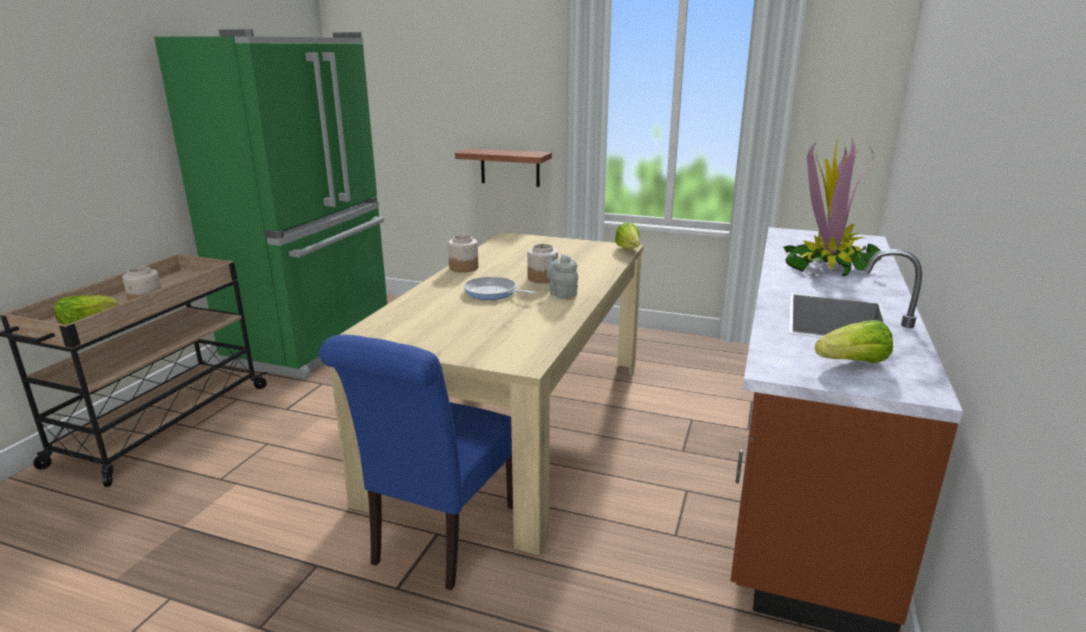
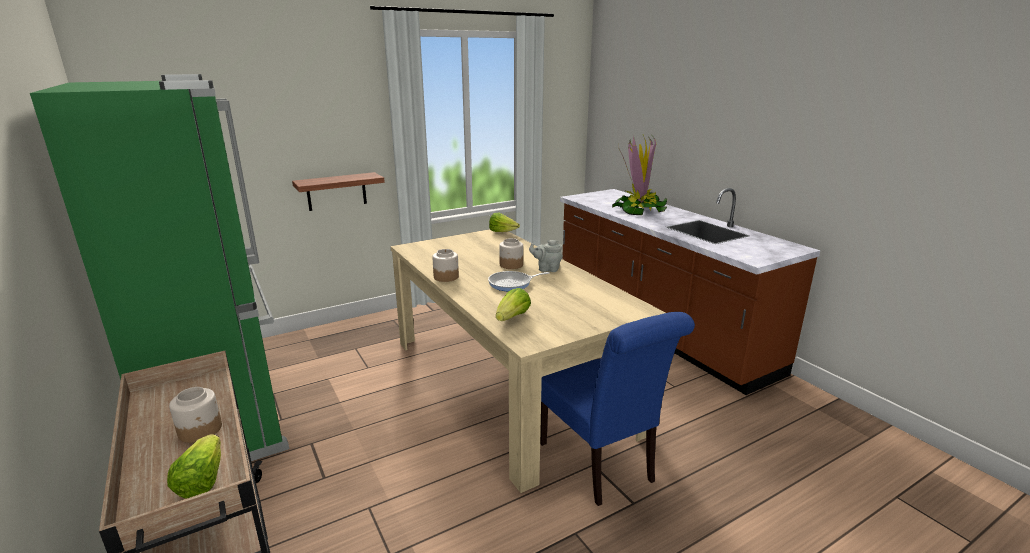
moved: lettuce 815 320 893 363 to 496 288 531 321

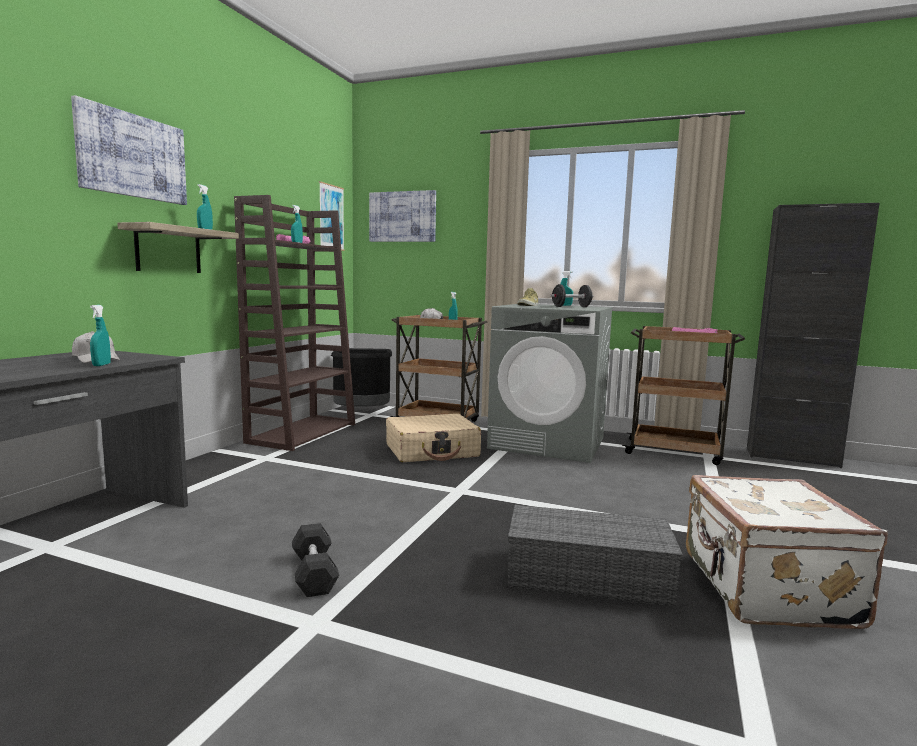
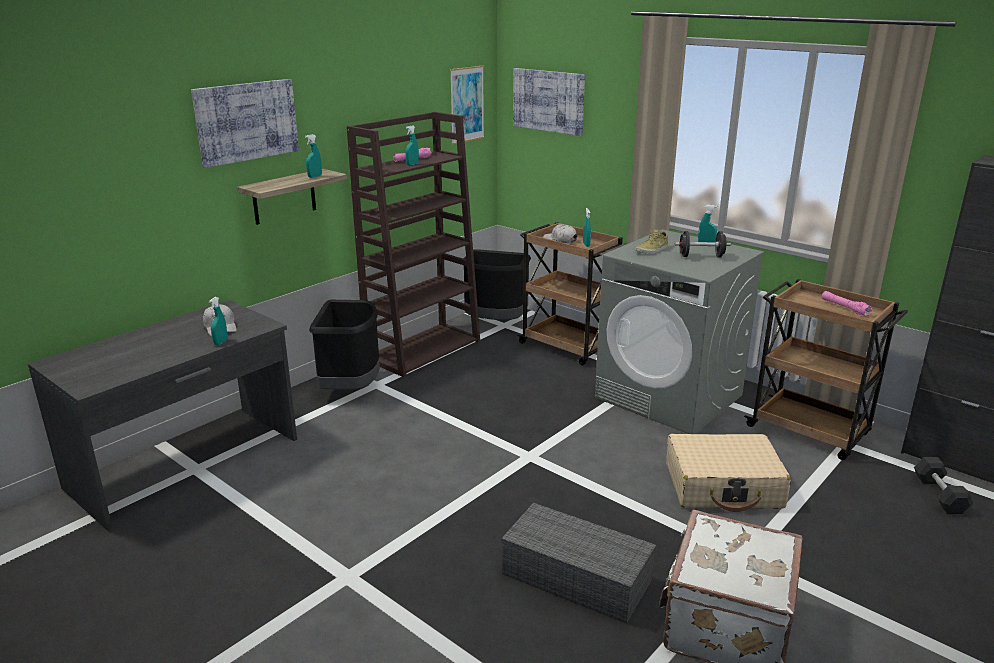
added: trash can (black) 309 300 380 390
moved: dumbbell (grey) 292 523 339 597 to 914 457 973 514; suitcase (beige) 386 414 481 462 to 666 434 791 512

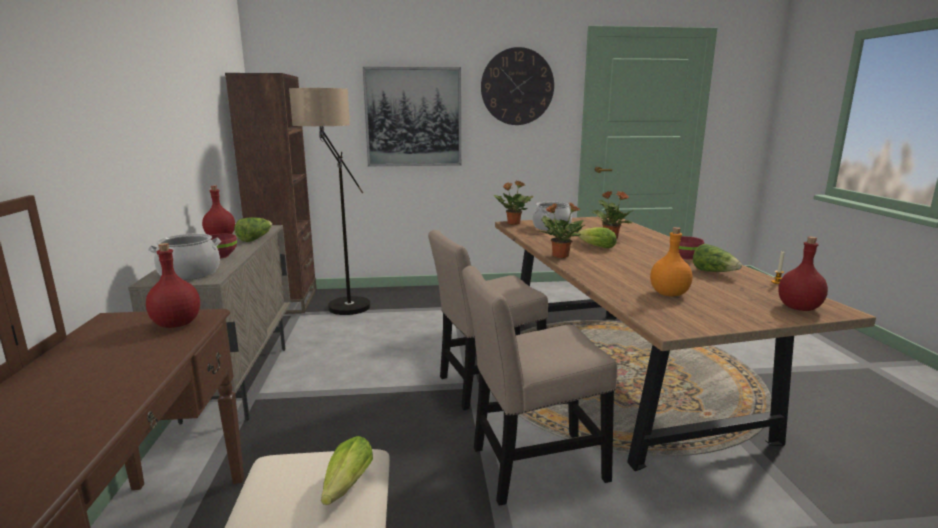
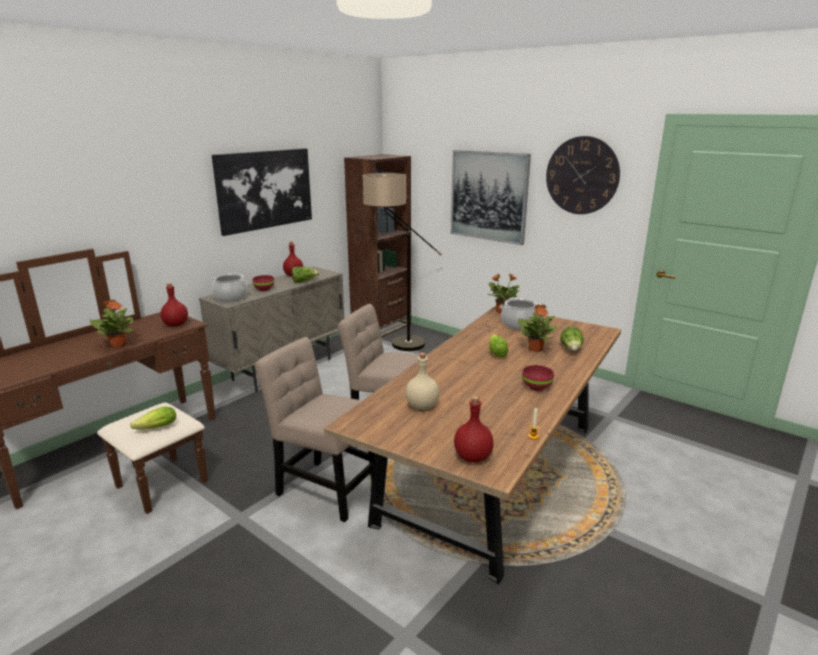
added: picture 212 148 312 236
moved: potted plant 540 202 585 258 to 90 299 133 348; lettuce 693 244 742 272 to 560 326 584 351
recoloured: bottle (orange) 650 227 692 296 to bottle (beige) 405 353 439 410

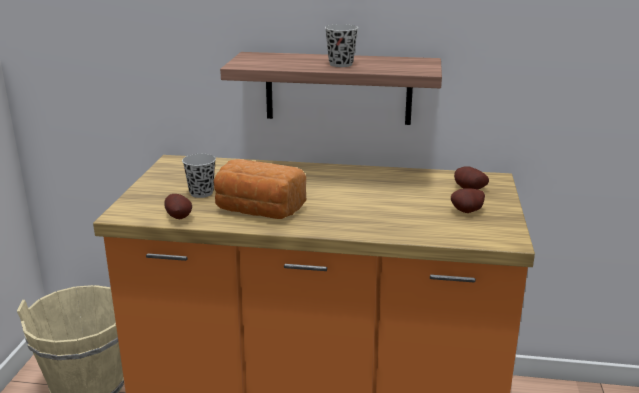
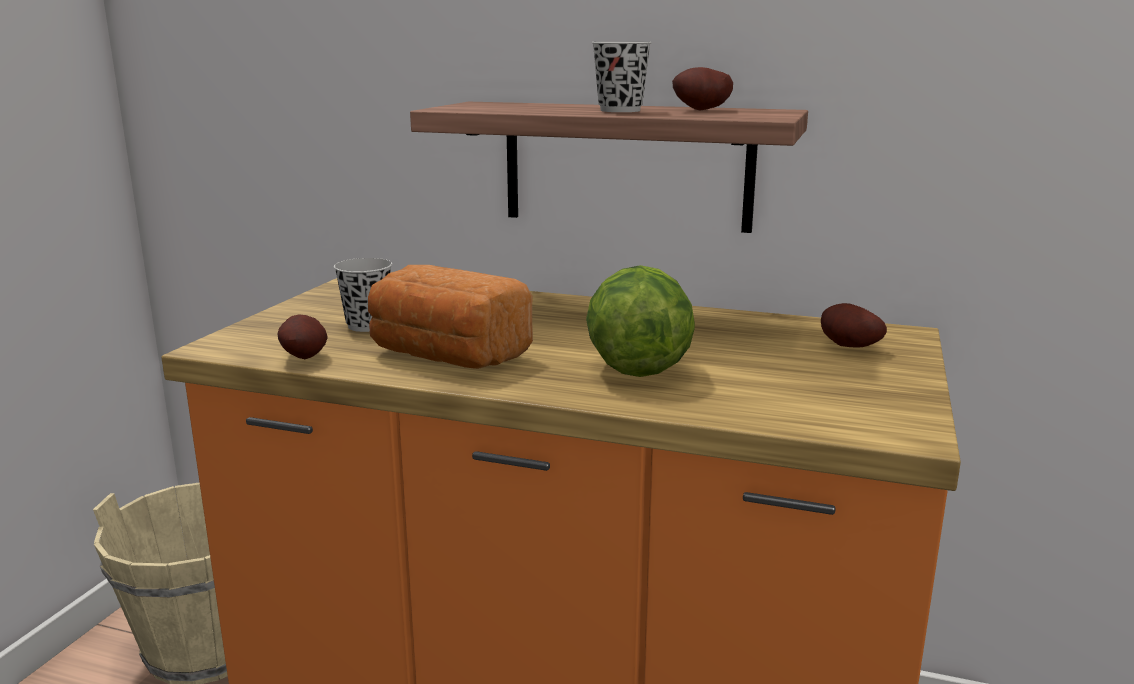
added: lettuce 586 265 695 377
moved: potato 451 188 485 213 to 672 67 733 110

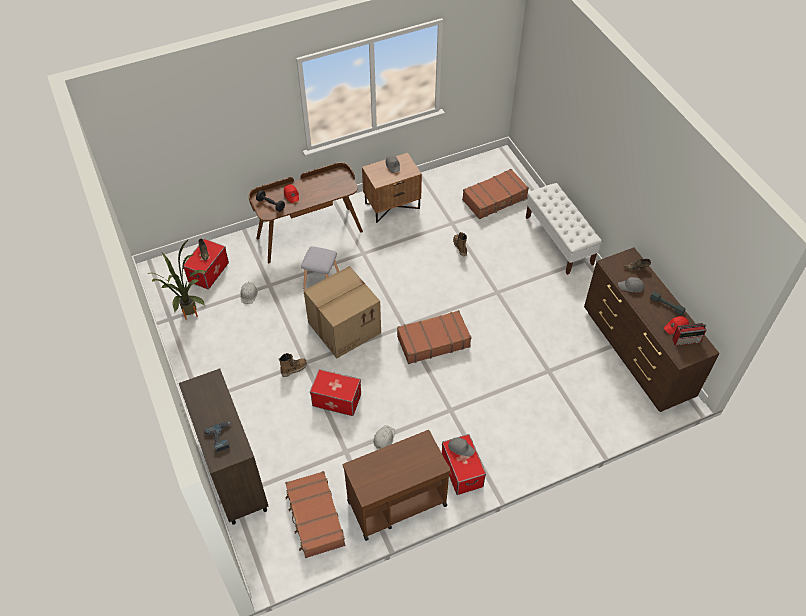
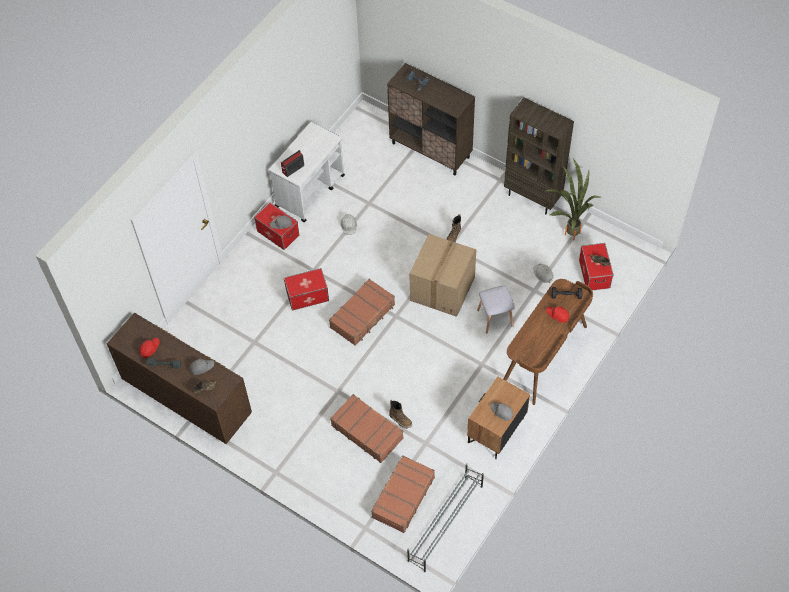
removed: bench (white) 526 183 602 275
added: shoe rack (grey) 407 463 484 572; bookcase (brown) 504 98 574 214
moved: suitcase (brown) 285 471 345 558 to 330 394 404 463; storage box 310 369 361 416 to 284 268 329 310; radio 672 323 706 346 to 281 150 304 177
recoloured: cart (brown) 343 430 450 541 to cart (white) 269 122 345 222

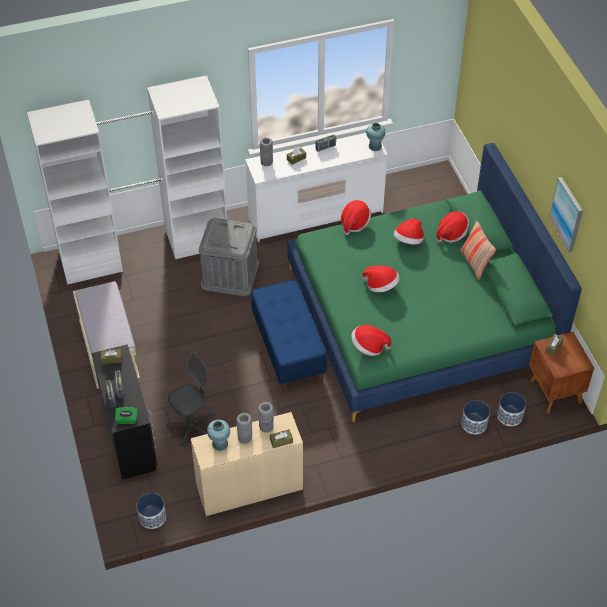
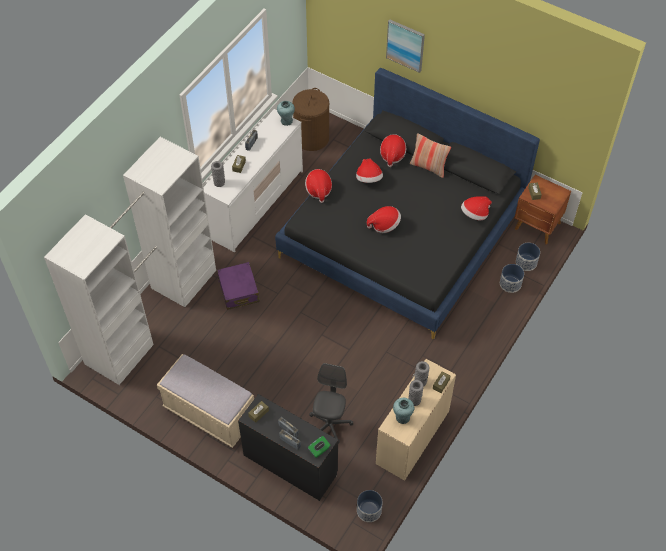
removed: bench (blue) 251 280 327 391
added: laundry basket (brown) 292 88 329 151
moved: hat 351 325 391 356 to 461 196 492 220; picture 549 177 583 252 to 386 20 425 73
replaced: storage box (grey) 199 218 259 296 to suitcase (purple) 217 262 260 310
recoloured: bed (green) 287 143 582 422 to bed (black) 275 68 540 339

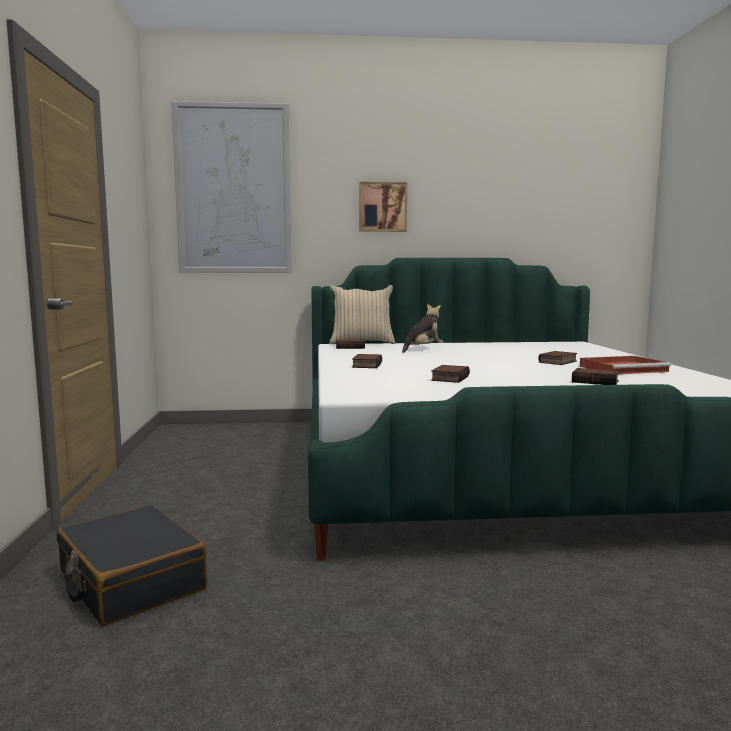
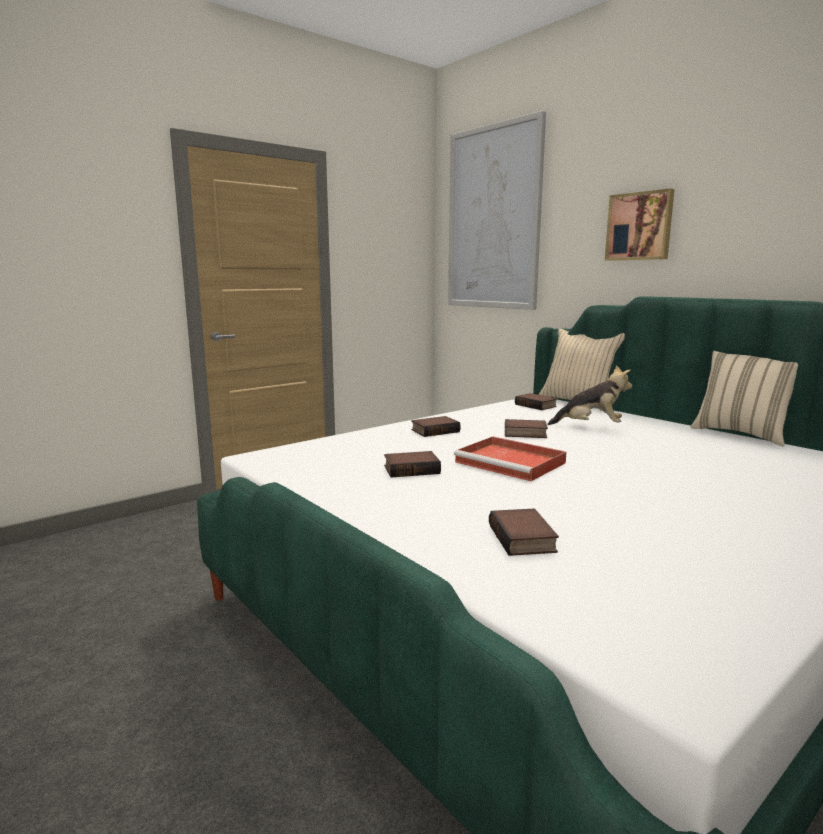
removed: suitcase (black) 57 505 207 626
added: pillow (beige) 691 351 798 446
moved: book 538 351 577 365 to 505 419 548 438; tray (red) 580 356 671 374 to 454 436 566 481

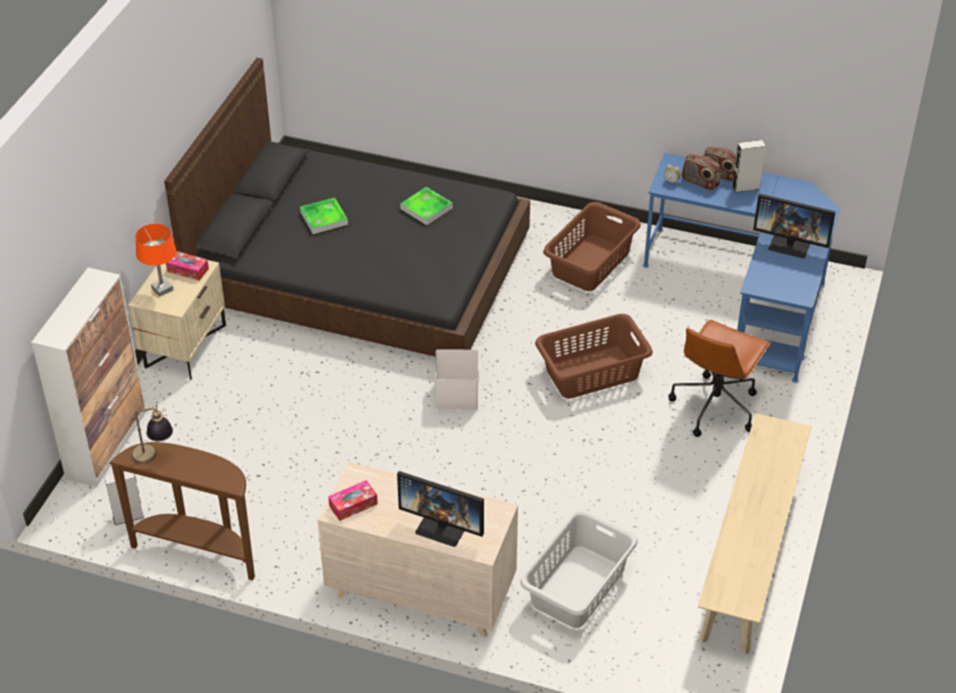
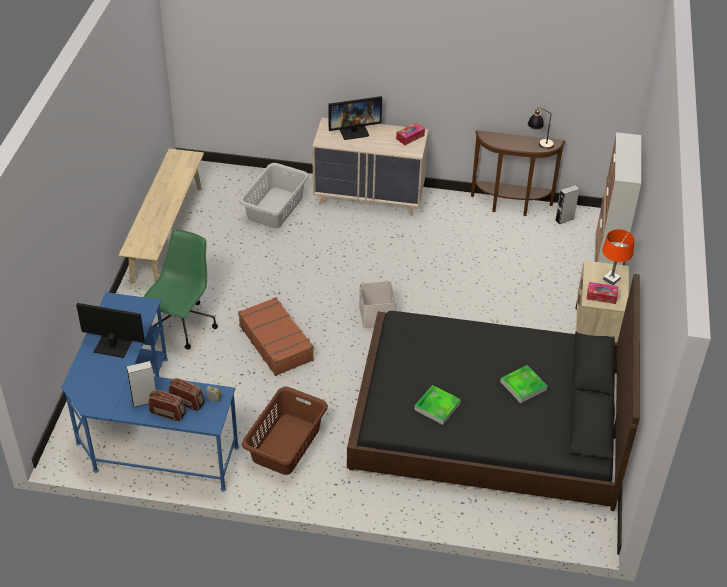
replaced: laundry basket (brown) 535 314 653 399 to suitcase (brown) 238 297 314 376
recoloured: office chair (brown) 668 320 771 437 to office chair (green) 143 229 218 350
turned: monitor 397 471 484 547 = 329 96 382 140 150 degrees clockwise

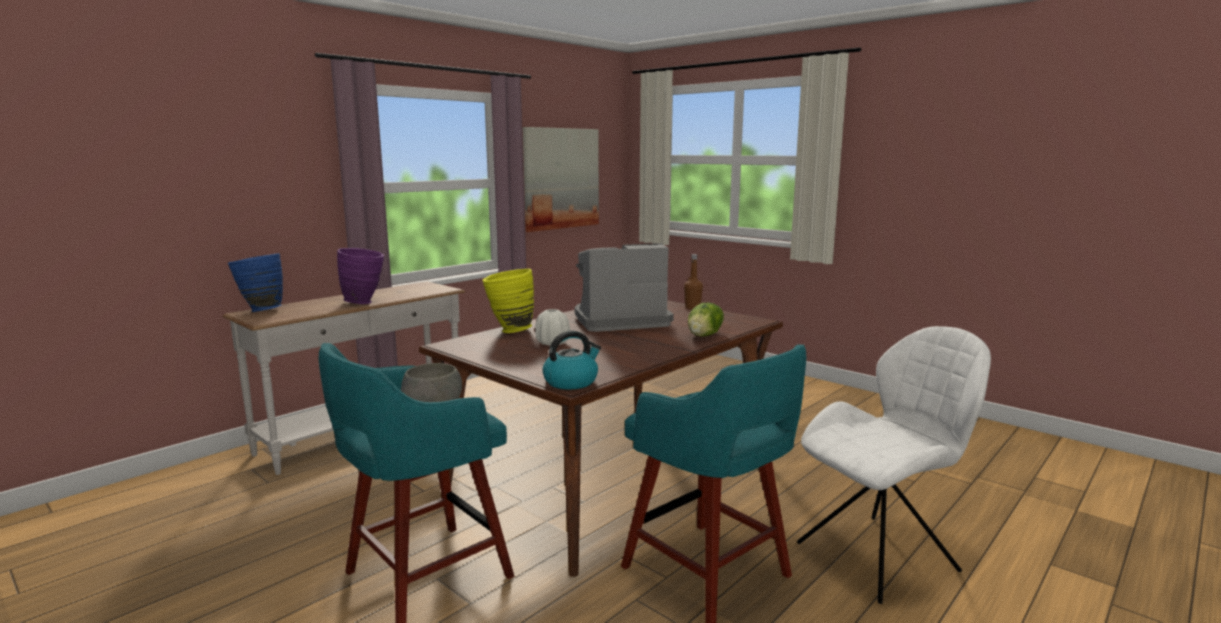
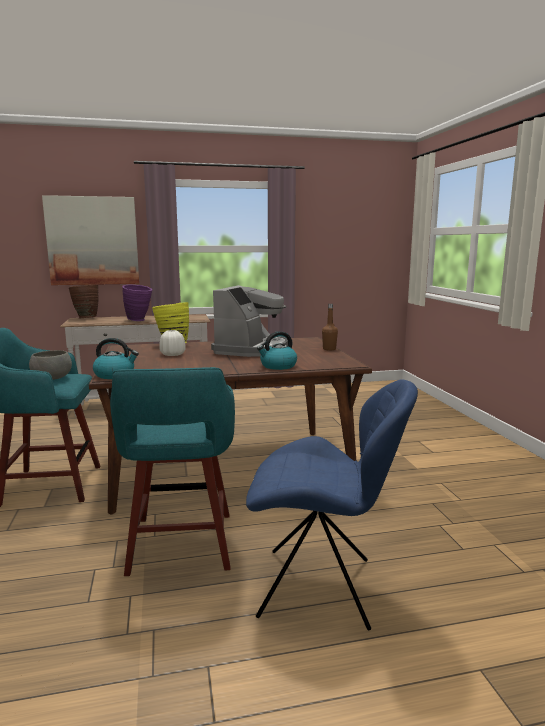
moved: picture 523 127 599 232 to 42 195 139 285
replaced: lettuce 688 303 724 337 to kettle 257 331 297 370
recoloured: vase (blue) 227 253 283 312 to vase (brown) 69 285 99 318; chair (white) 797 326 991 604 to chair (blue) 246 379 418 631
turned: coffee machine 575 243 674 332 = 211 285 288 357 90 degrees clockwise

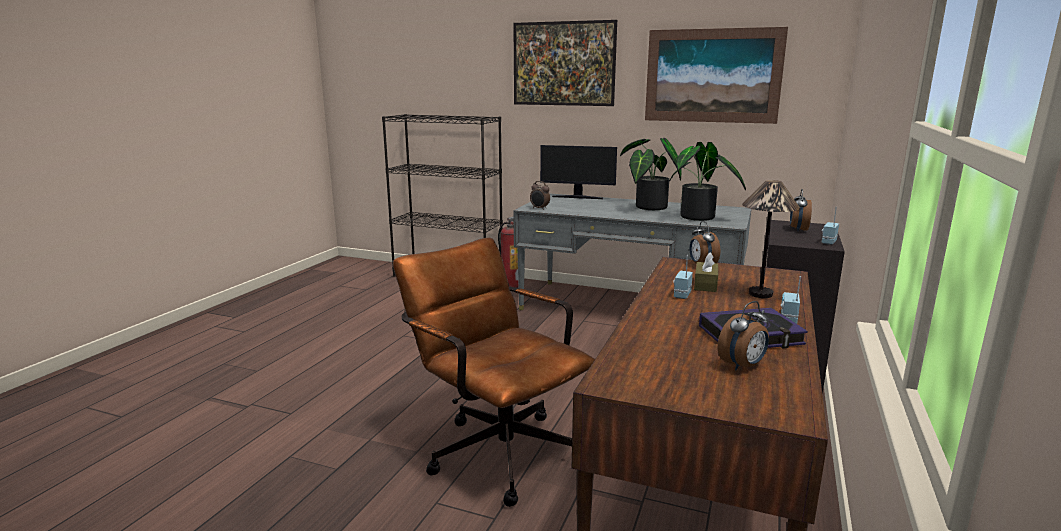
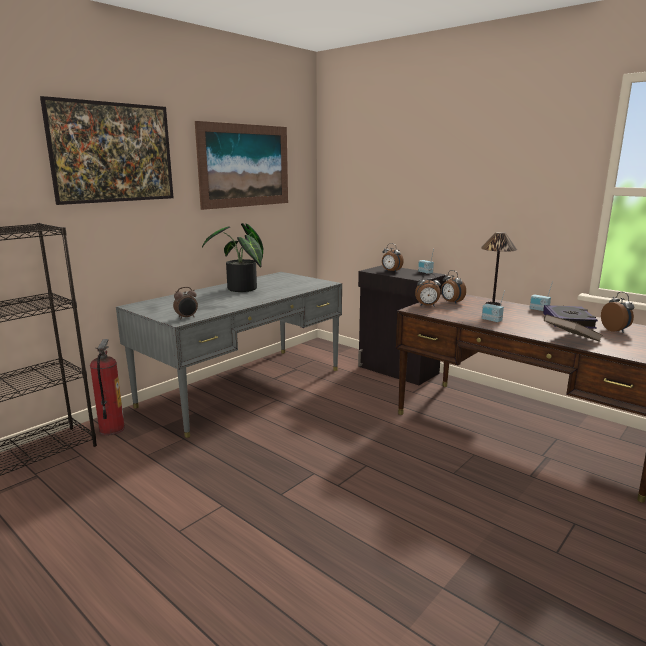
removed: office chair (brown) 393 238 595 507; monitor 540 145 617 199; potted plant 669 142 746 221; tissue box (brown) 694 252 718 292
added: alarm clock 441 270 466 304; book (brown) 544 314 603 342

